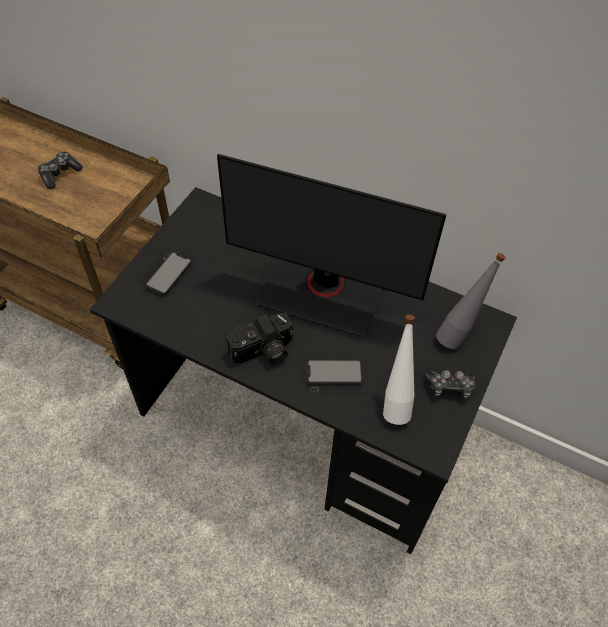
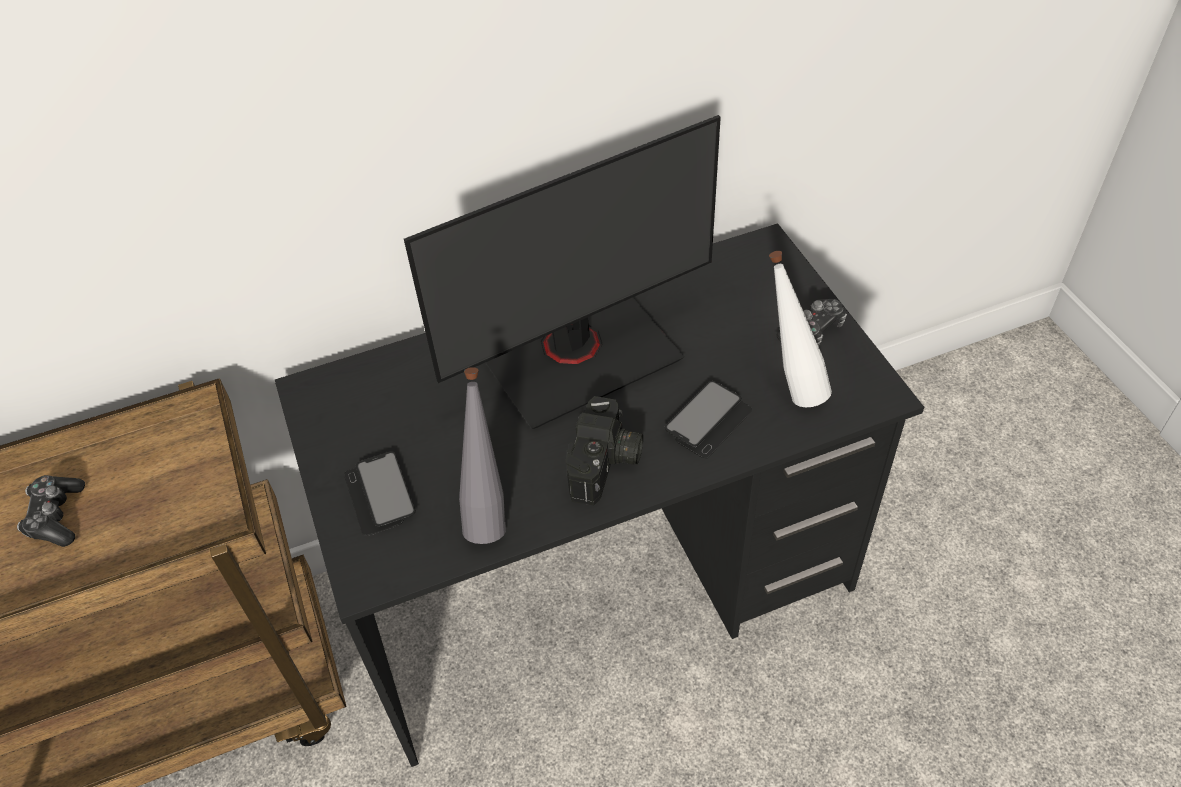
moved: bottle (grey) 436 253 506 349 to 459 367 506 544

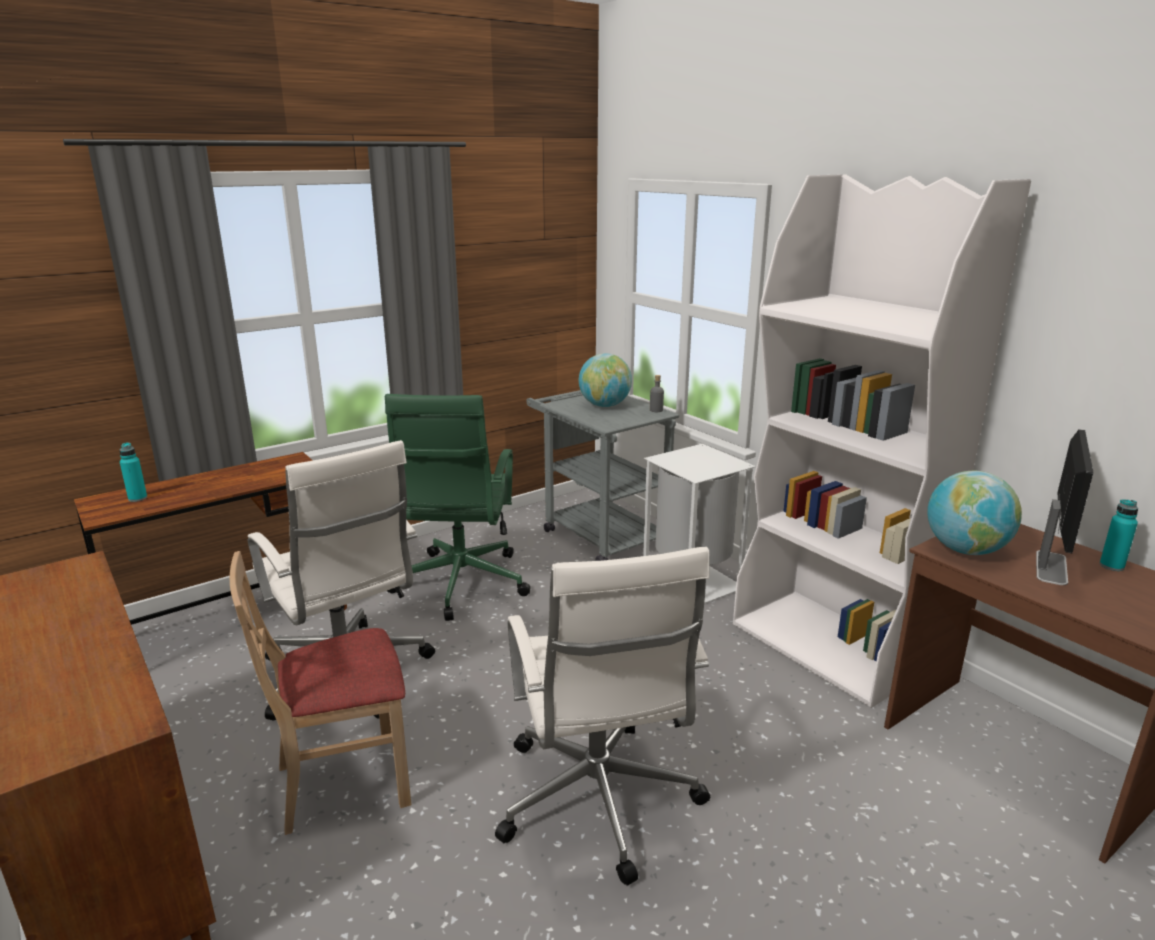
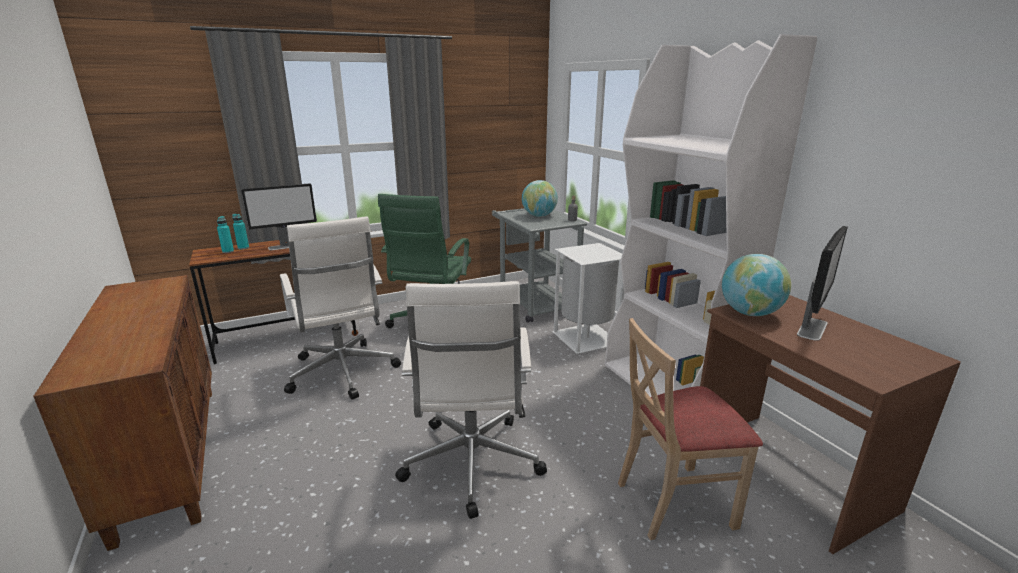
added: monitor 241 183 317 250
moved: chair (beige) 230 551 411 835 to 618 318 763 540; bottle (turquoise) 1100 500 1138 571 to 232 214 249 250

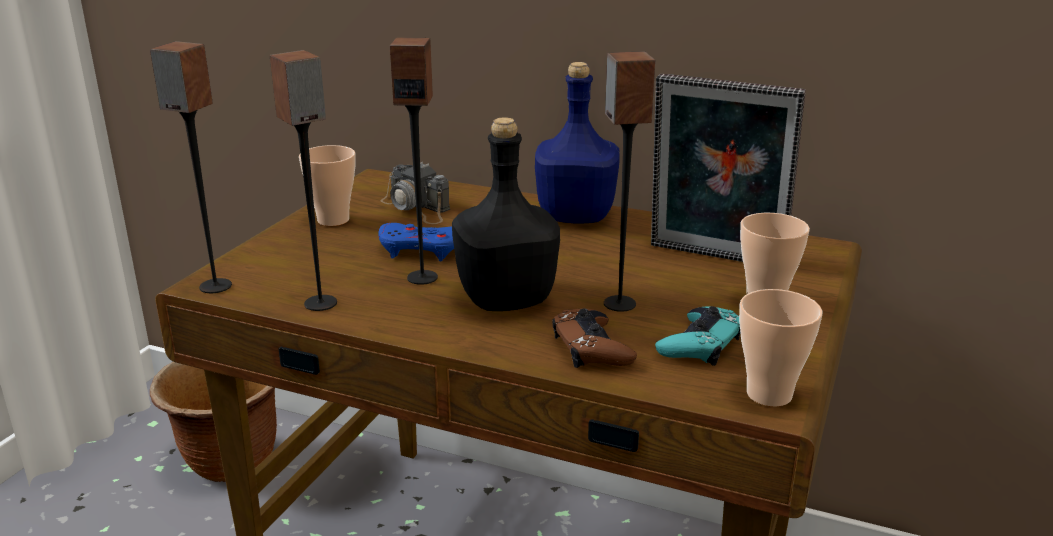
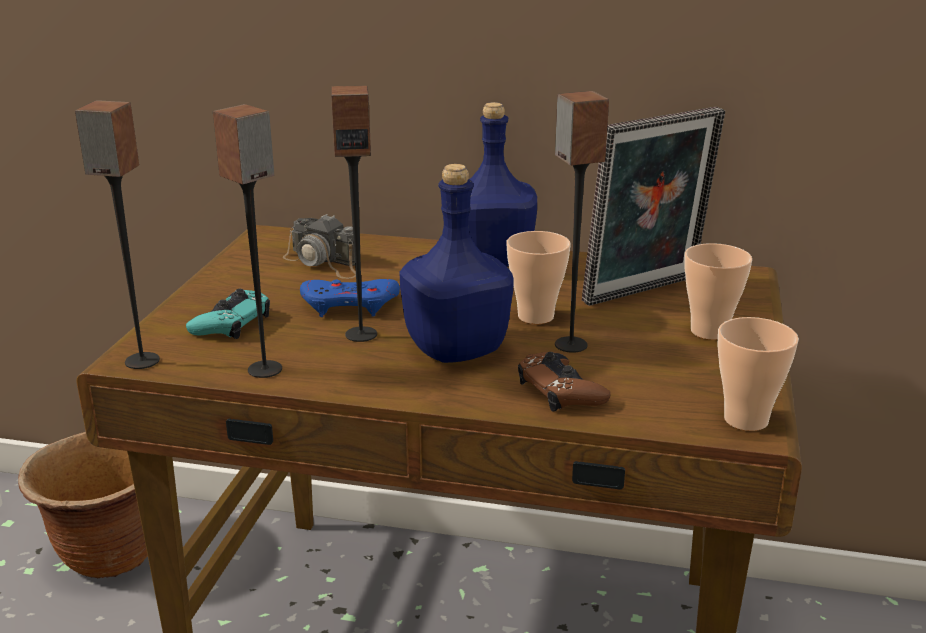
moved: cup 299 145 356 226 to 506 231 571 324; game controller (turquoise) 655 306 741 366 to 186 289 270 339
recoloured: bottle (black) 452 117 560 311 to bottle (blue) 400 164 514 363
turned: picture frame 651 74 806 262 = 582 107 725 306 45 degrees counterclockwise

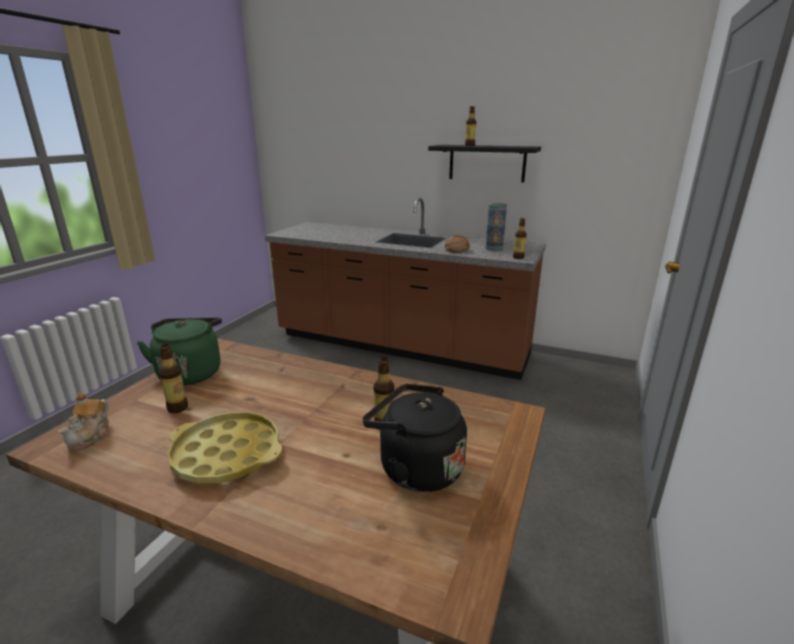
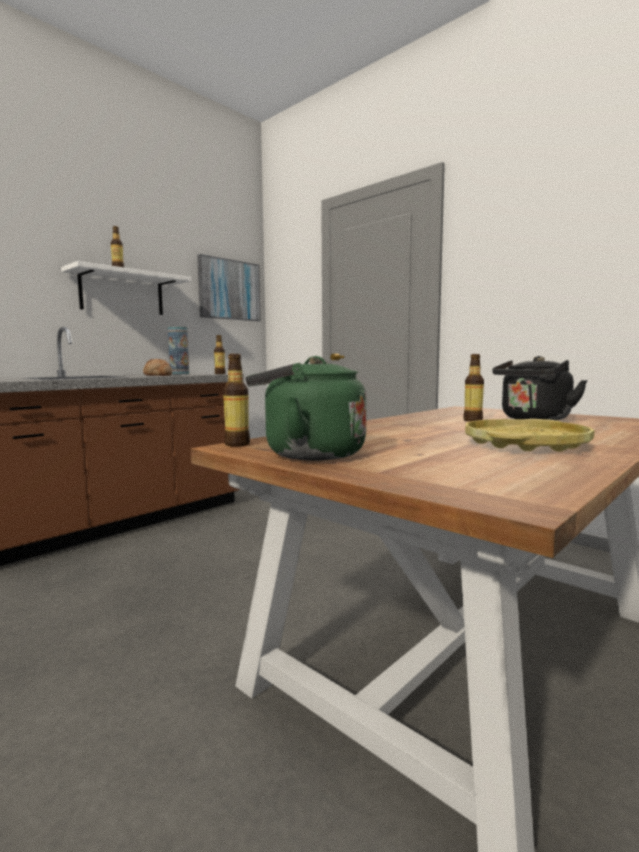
removed: teapot 59 393 110 450
added: picture 197 254 261 321
moved: bottle 159 344 188 413 to 223 354 250 447
recoloured: shelf (black) 428 145 541 182 to shelf (white) 61 261 191 315

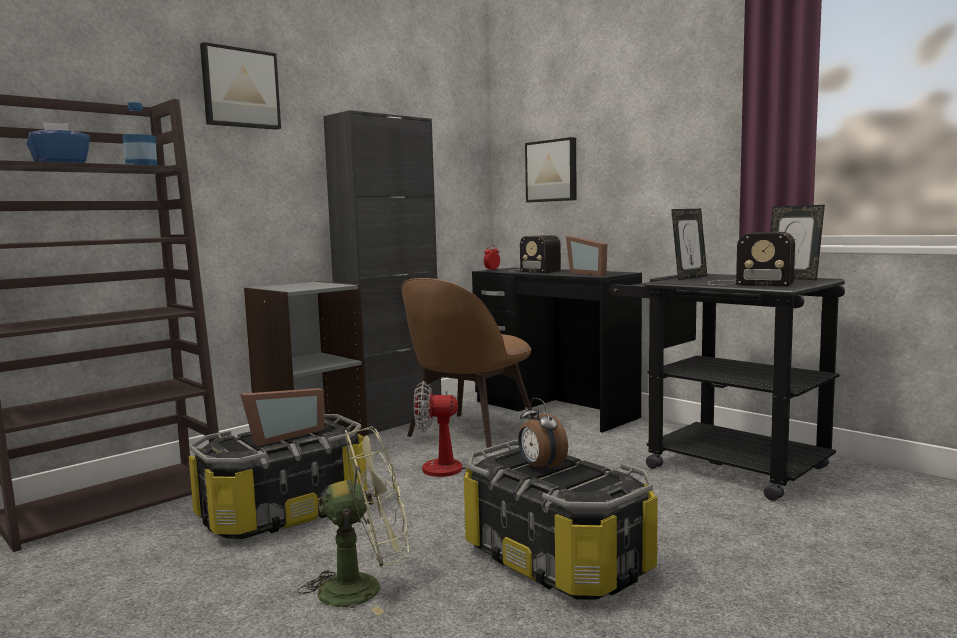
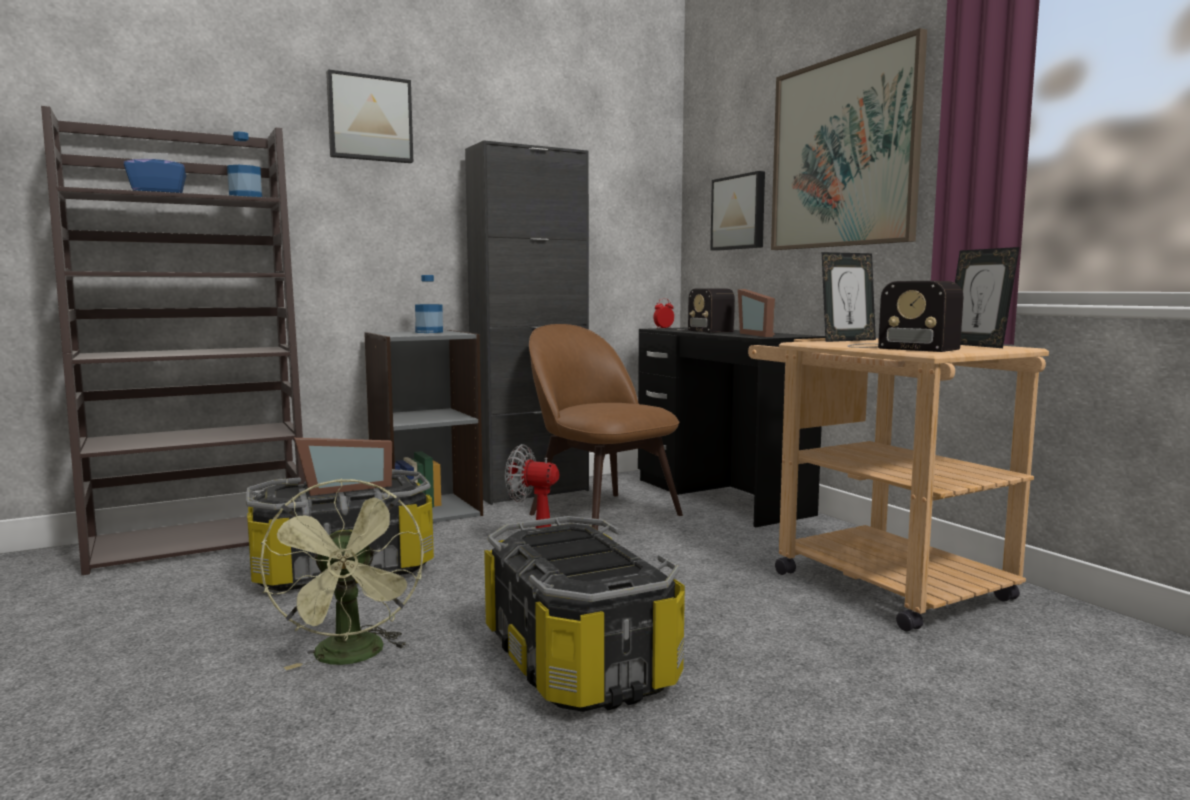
removed: alarm clock 518 398 568 473
added: bottle 415 275 443 333; picture 771 28 927 250
recoloured: cart (black) 609 274 845 501 to cart (beige) 748 338 1049 632
turned: fan (green) 298 426 409 615 = 260 478 424 670 75 degrees clockwise; chair (brown) 401 278 534 453 = 529 324 683 530 90 degrees clockwise

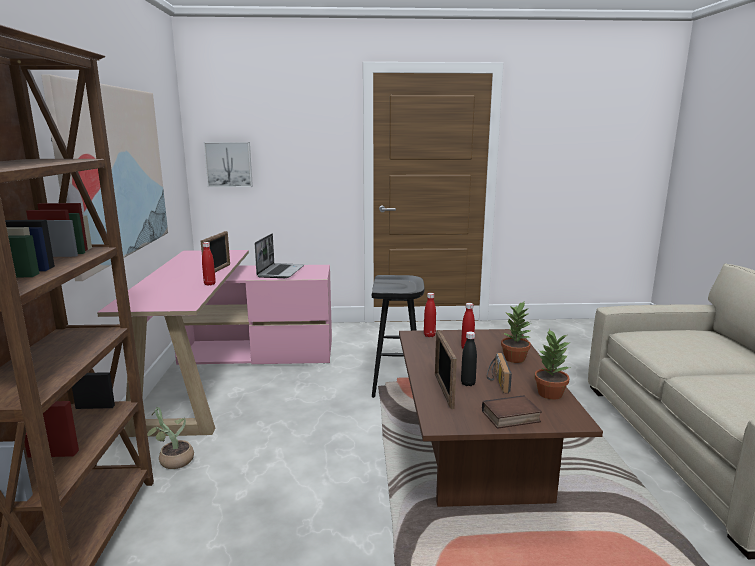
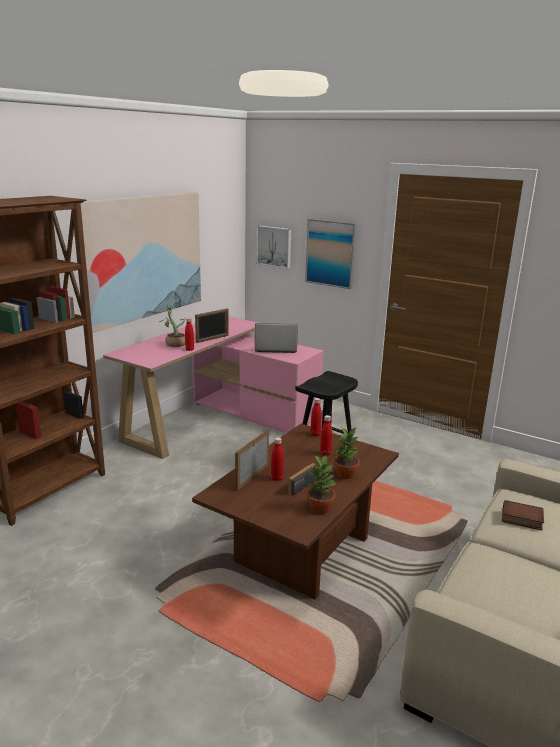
added: picture 305 219 357 289
moved: potted plant 147 407 194 469 to 159 306 185 347; book 482 395 542 429 to 502 500 544 530
recoloured: bottle (black) 461 332 477 386 to bottle (red) 271 437 283 481
turned: laptop 255 234 304 278 = 255 323 298 353 135 degrees counterclockwise

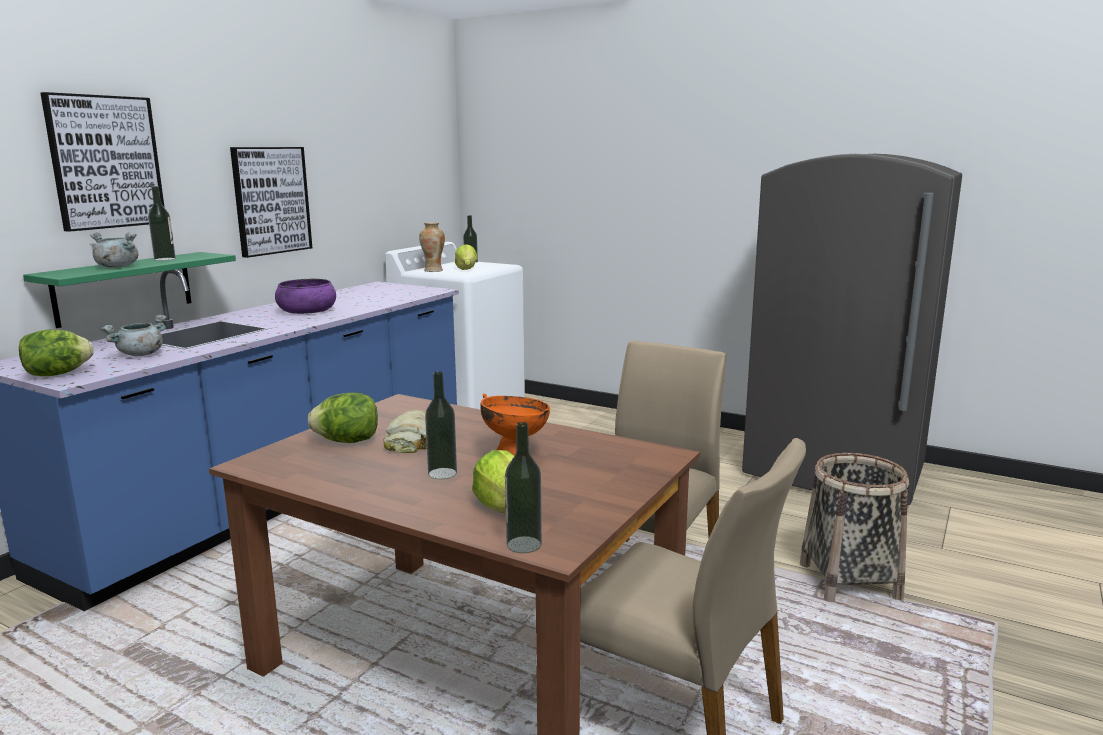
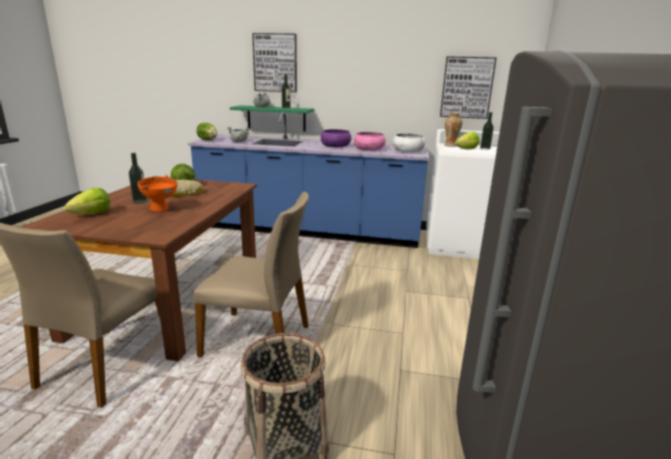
removed: bottle 505 422 542 553
added: bowl (pink) 354 132 386 151; bowl (white) 393 134 425 153
moved: picture 230 147 312 258 to 440 56 496 119

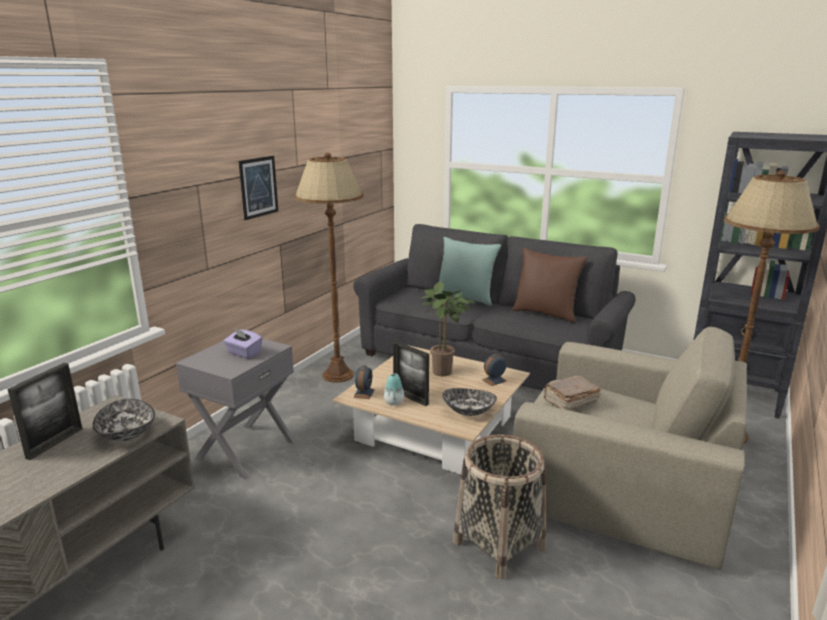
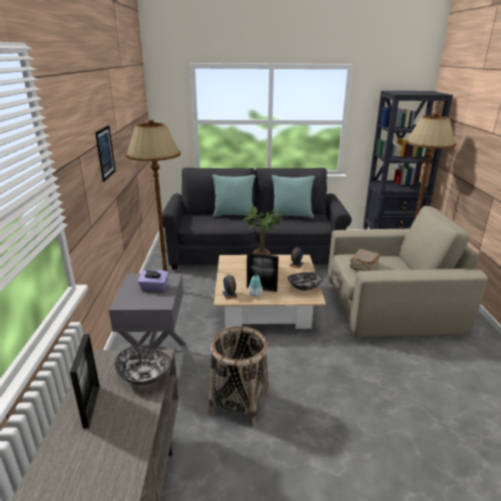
moved: basket 453 435 546 580 to 209 326 269 427
recoloured: pillow (brown) 512 248 587 323 to pillow (turquoise) 271 175 315 218

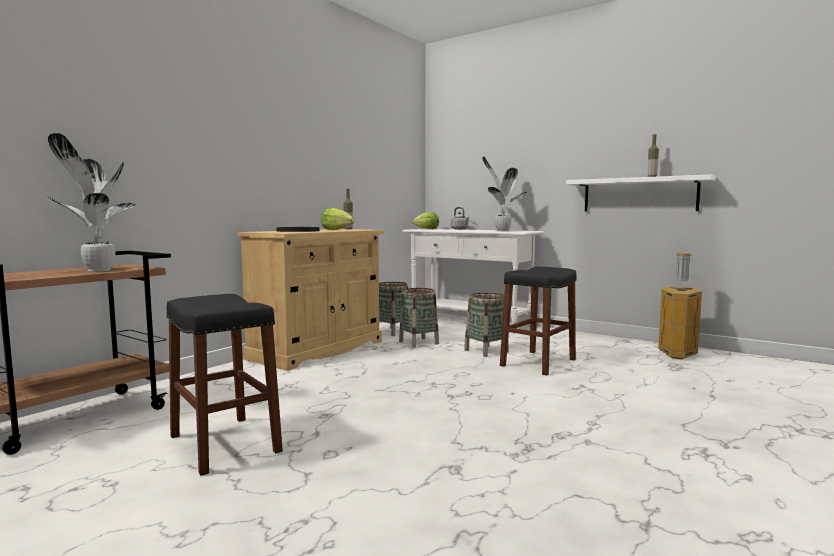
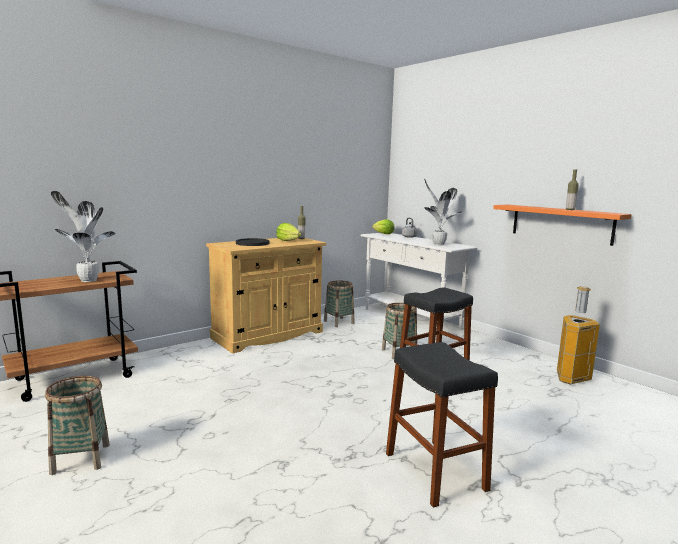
moved: stool (black) 166 294 283 476 to 386 342 498 508; basket 399 288 439 348 to 45 376 110 475
recoloured: shelf (white) 566 174 716 212 to shelf (orange) 493 205 632 246

